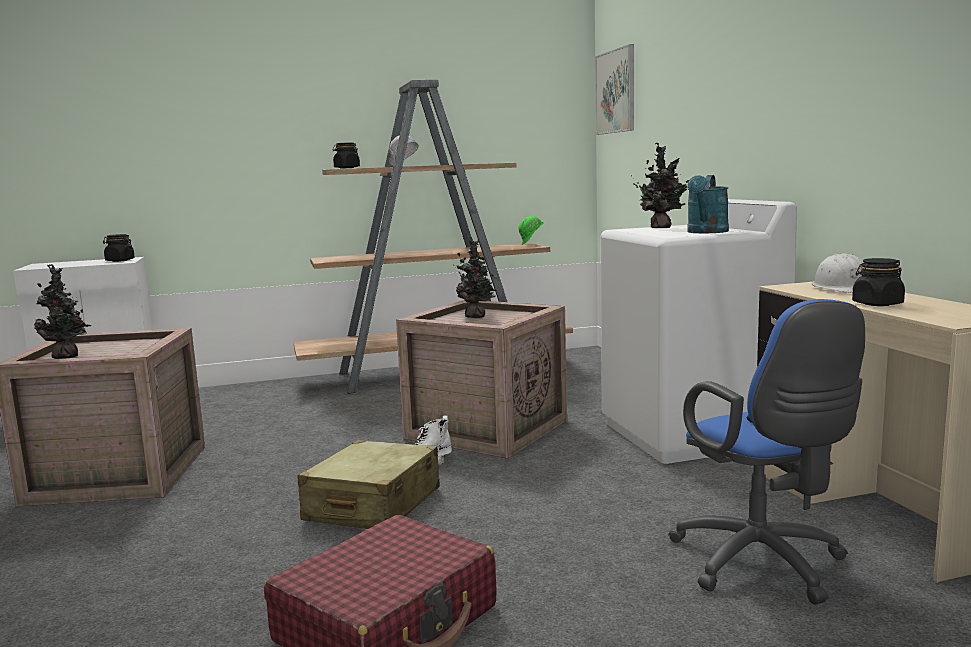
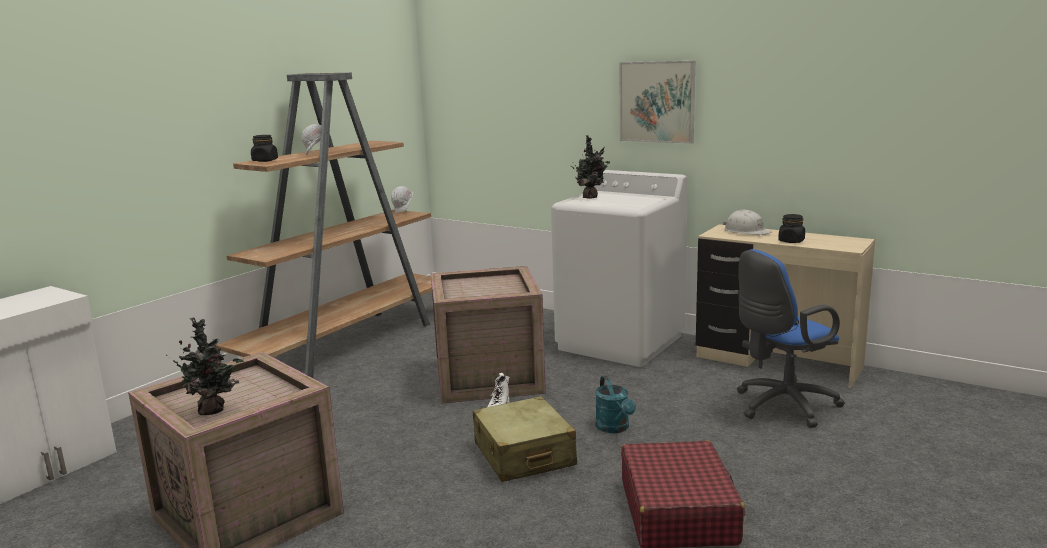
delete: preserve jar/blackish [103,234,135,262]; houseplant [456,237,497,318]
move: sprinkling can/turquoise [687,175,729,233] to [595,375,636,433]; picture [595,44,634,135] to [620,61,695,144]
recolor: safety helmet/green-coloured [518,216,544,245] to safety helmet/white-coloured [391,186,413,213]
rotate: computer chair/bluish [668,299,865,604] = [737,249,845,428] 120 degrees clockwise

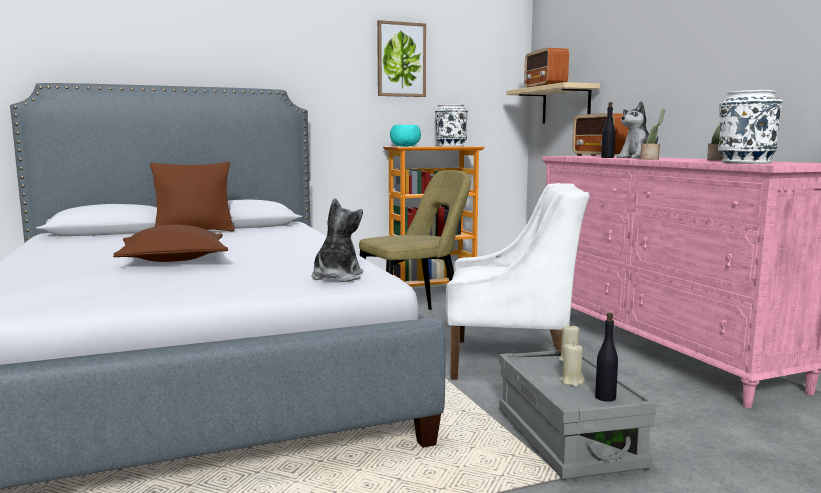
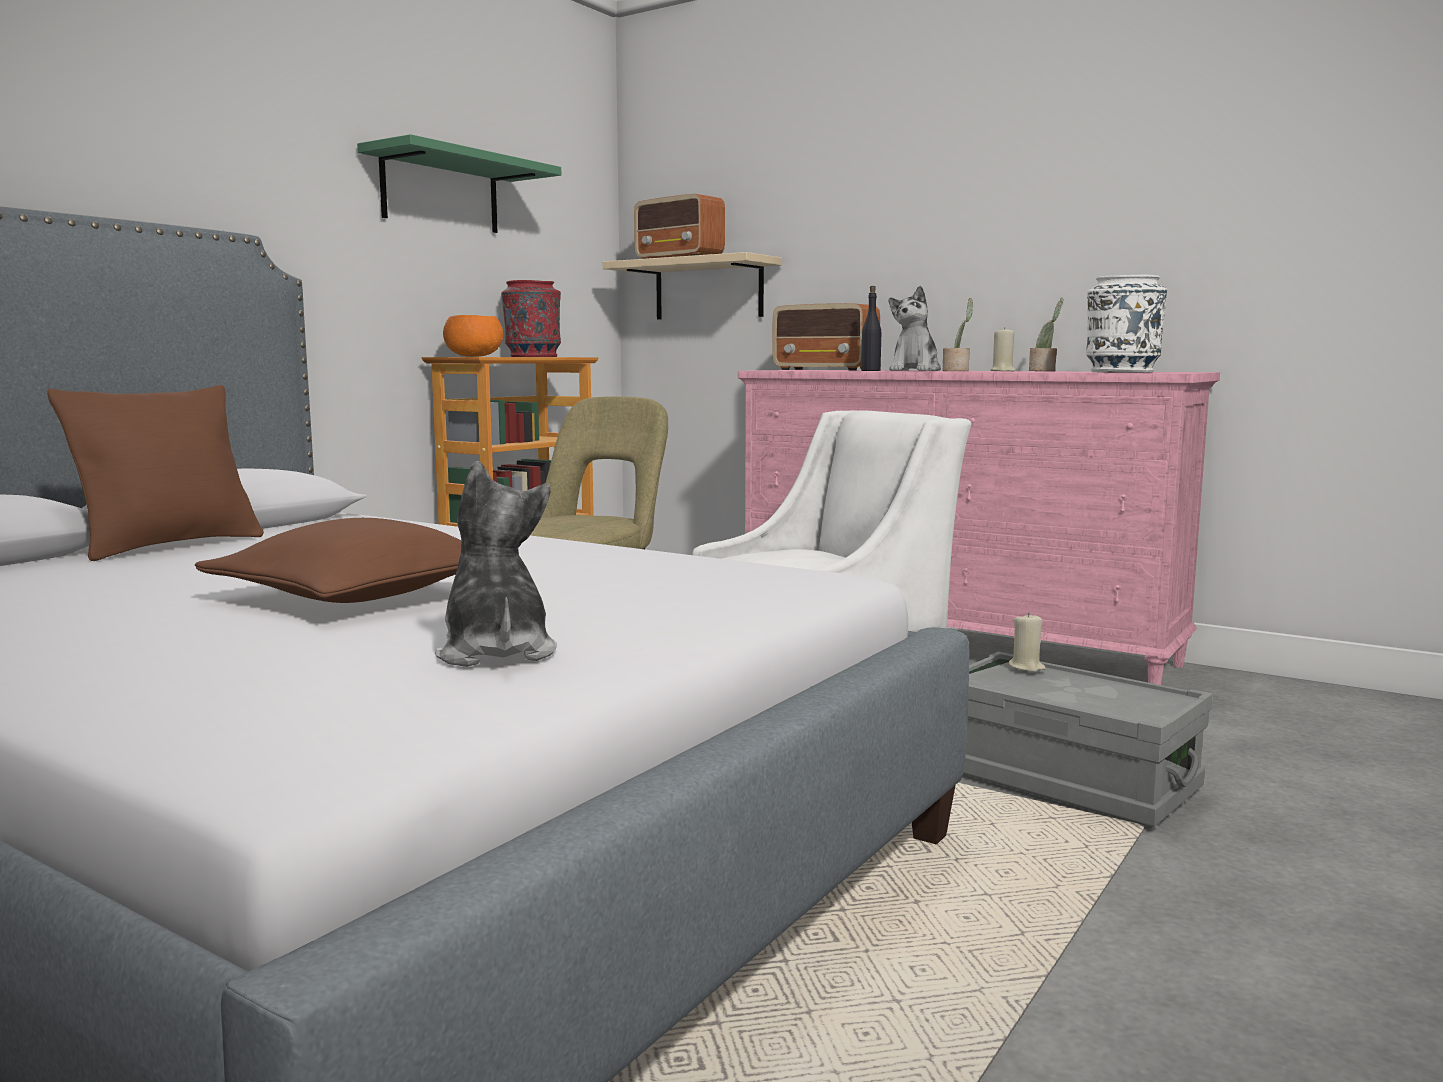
delete: bottle/blackish [595,313,618,402]
move: plush toy [312,198,363,282] to [435,461,557,667]; candle/sand-coloured [560,342,584,387] to [991,327,1016,372]
replace: picture [377,20,426,97] to bracket shelf/green-coloured [357,134,561,233]
recolor: bowl/turquoise [390,125,421,147] to bowl/orange-coloured [443,315,503,357]; vase/white-coloured [435,104,468,147] to vase/red [501,280,561,357]

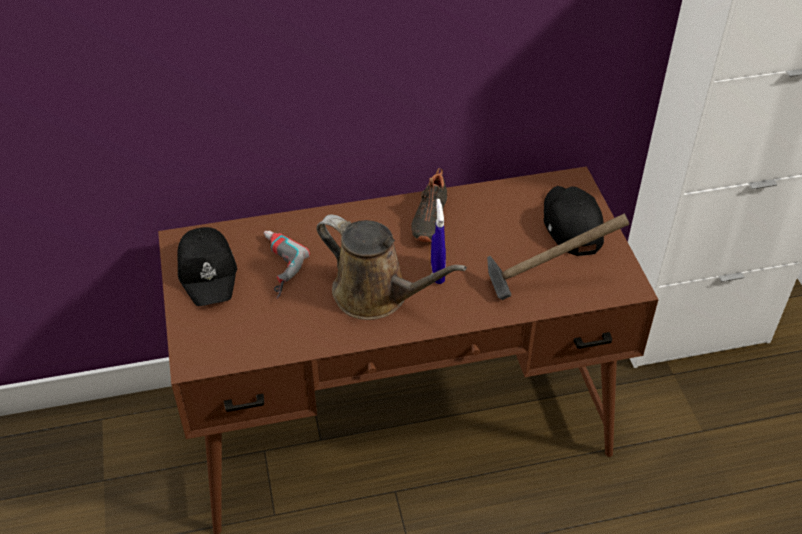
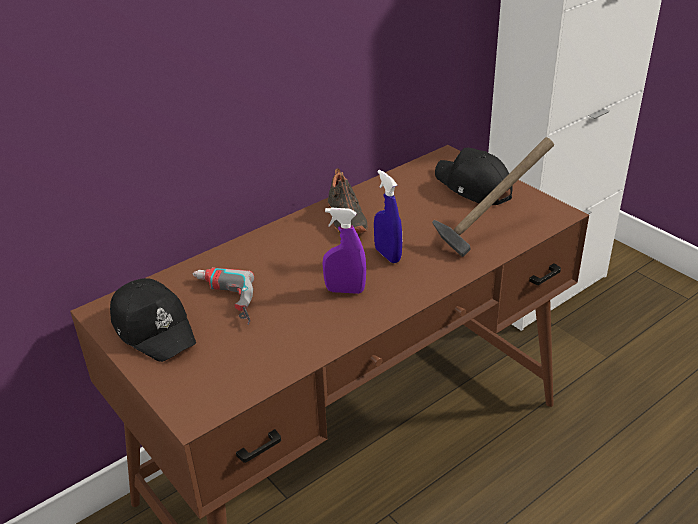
replace: sprinkling can/brownish [317,215,467,320] to sprayer/purplish [323,207,366,294]

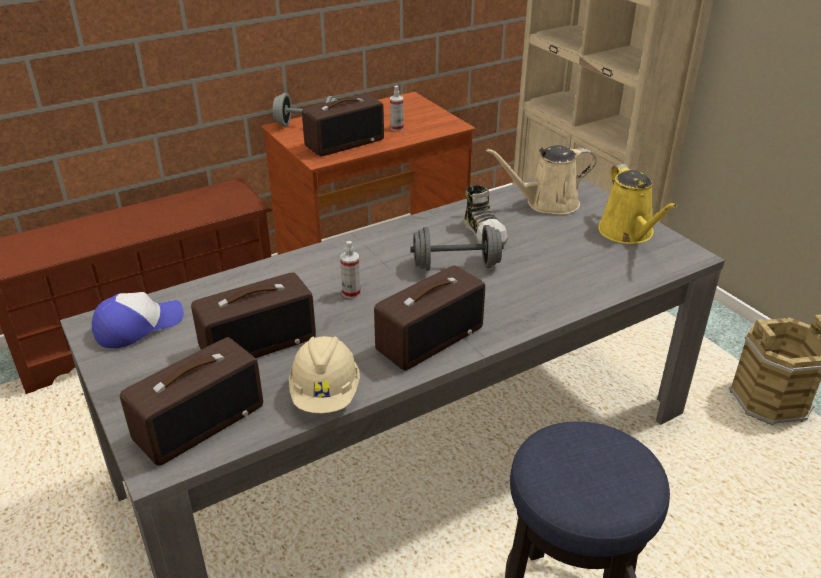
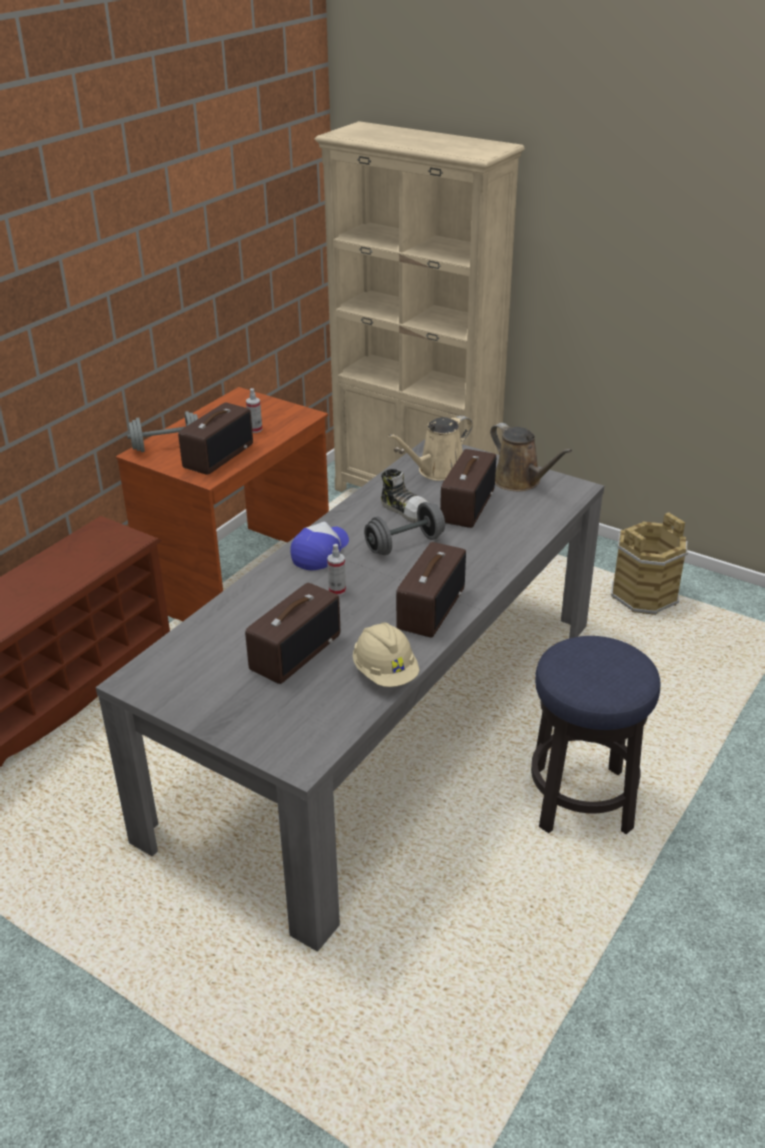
move: peaked cap [92,292,184,348] to [290,522,349,570]; radio receiver [120,337,263,466] to [440,449,496,528]
recolor: sprinkling can/yellow [598,164,677,244] to sprinkling can/brownish [490,423,572,491]

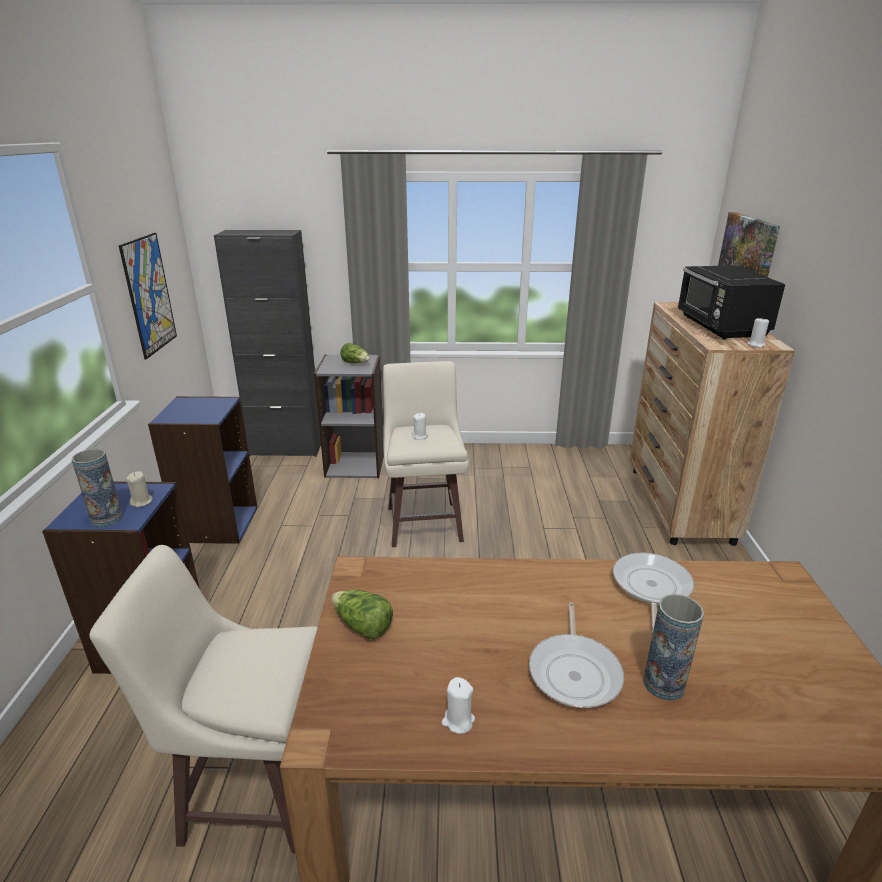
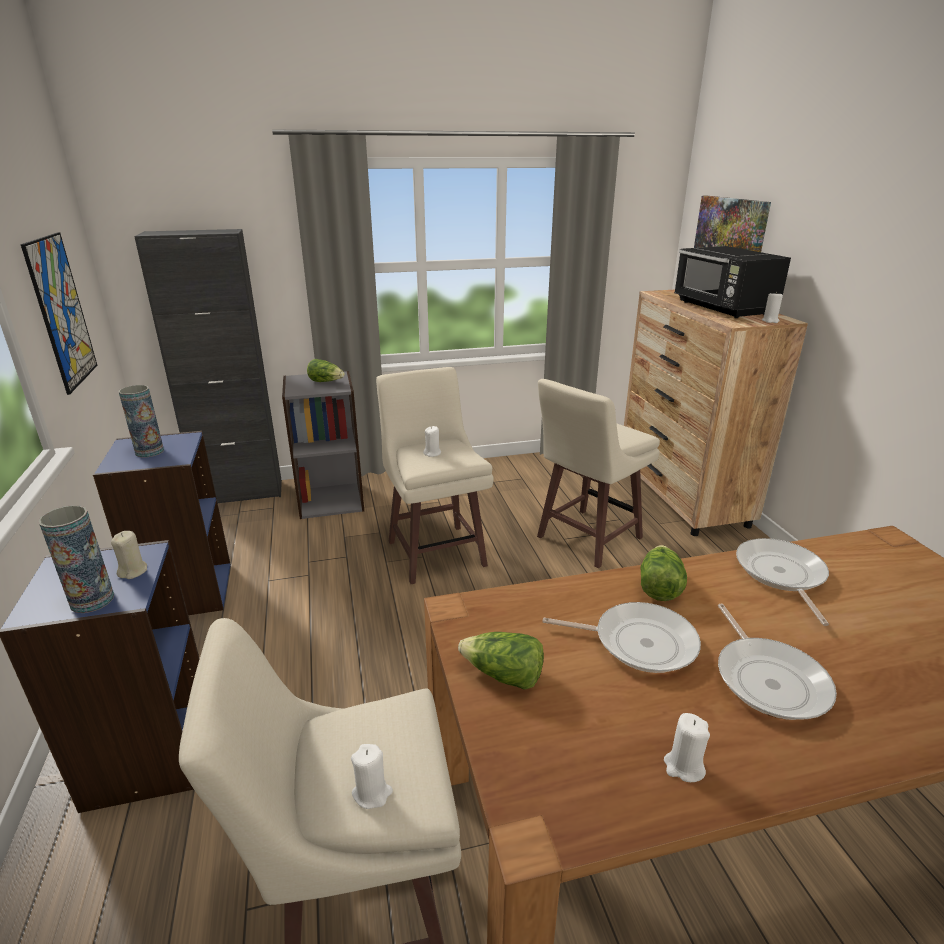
insert: candle/white-coloured [351,744,393,809]; stool seat/sand-coloured [537,379,660,568]; frying pan [542,602,701,673]; lettuce [640,545,687,601]
move: vase [643,594,704,701] to [119,385,164,458]

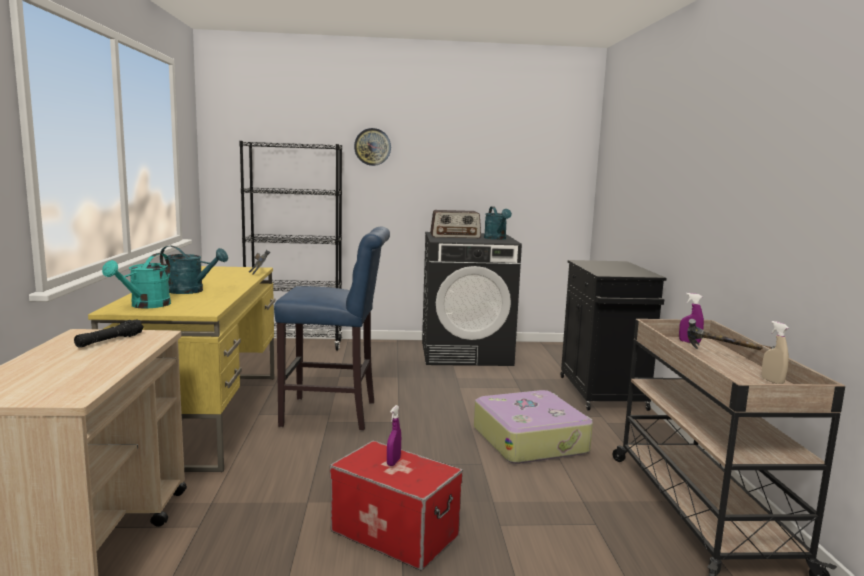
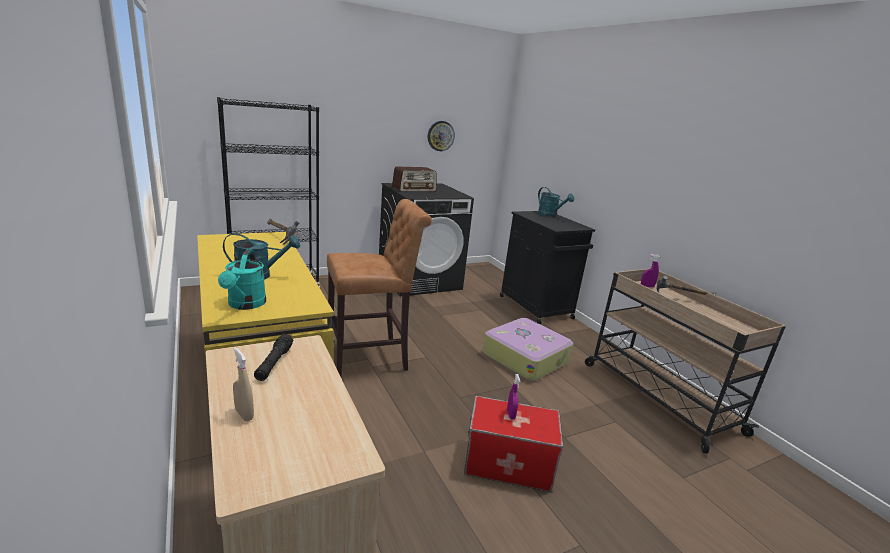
move: sprayer/sand-coloured [762,321,789,384] to [233,347,254,422]; wall clock [354,128,391,166] to [428,121,455,151]; sprinkling can/turquoise [484,206,512,240] to [538,187,574,217]
recolor: stool seat/bluish [274,226,390,430] to stool seat/brownish [327,199,432,377]

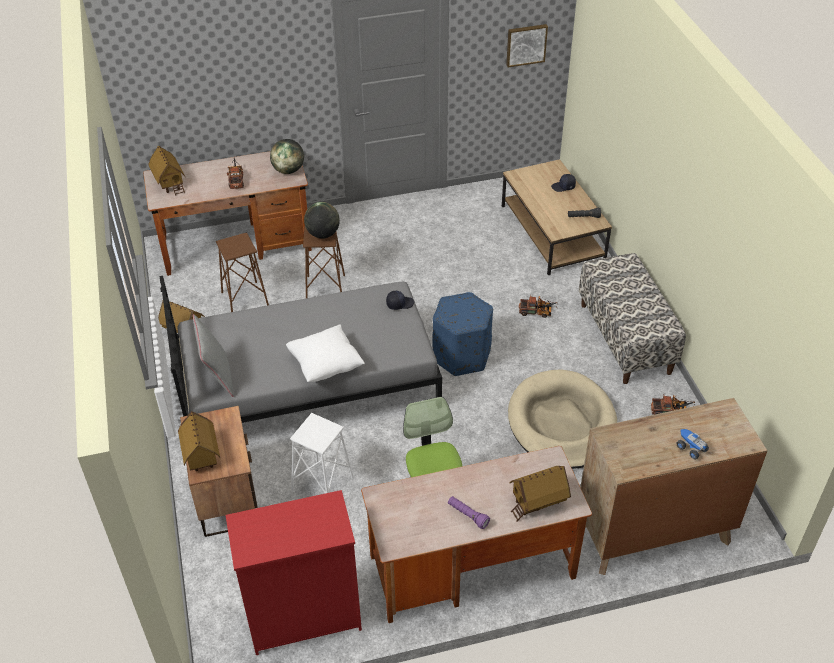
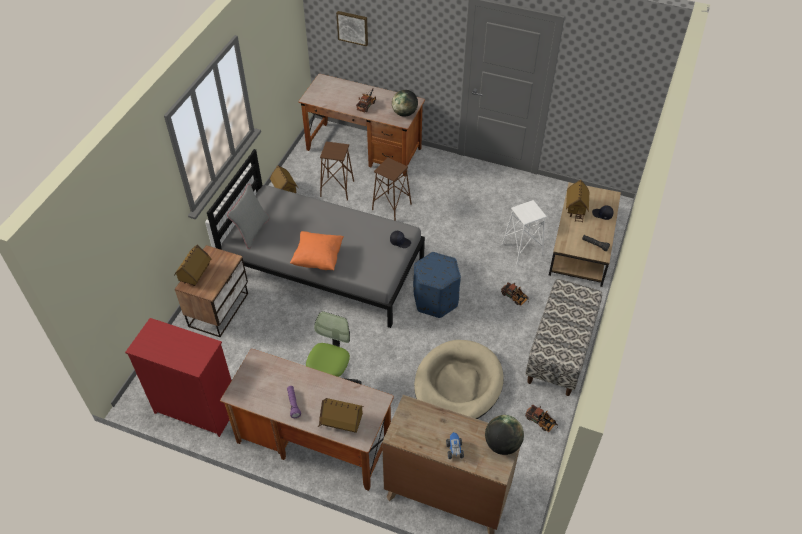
move: picture [506,24,548,67] to [336,11,368,46]; world globe [304,202,340,239] to [485,415,524,455]; stool seat/white-coloured [290,413,354,493] to [502,200,547,264]; model house [148,145,185,196] to [566,180,589,223]
recolor: pillow/white-coloured [286,325,365,382] to pillow/orange-coloured [290,231,344,270]

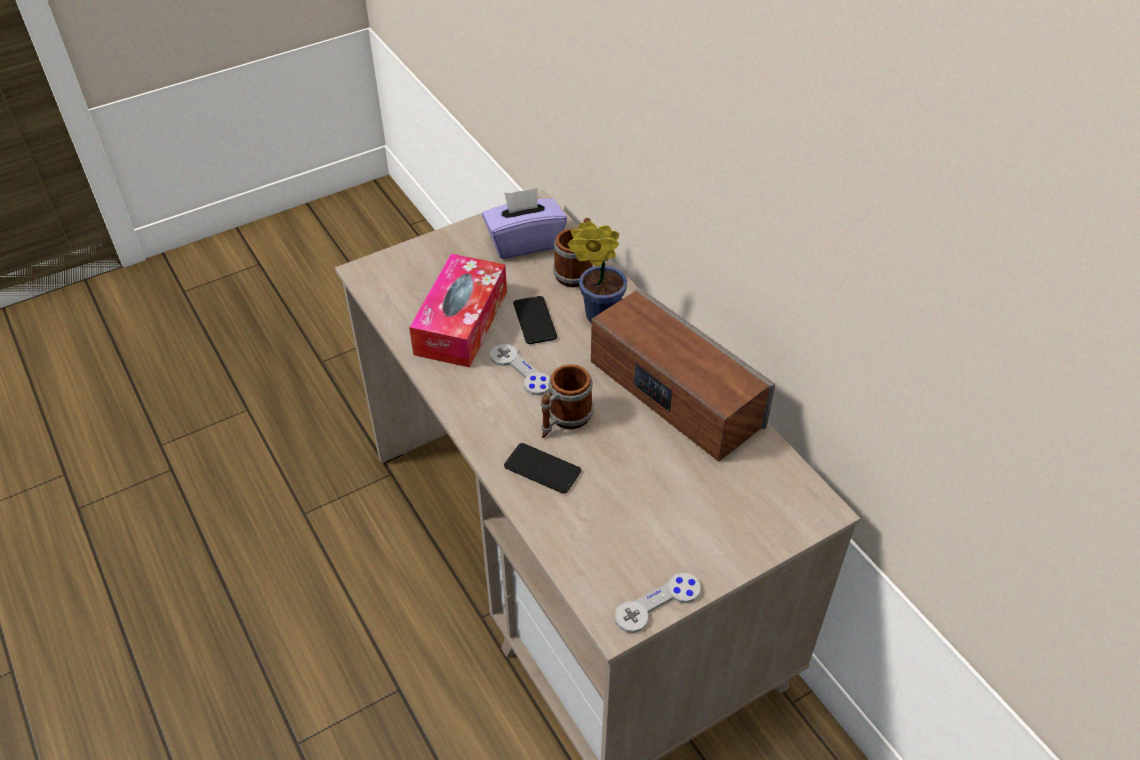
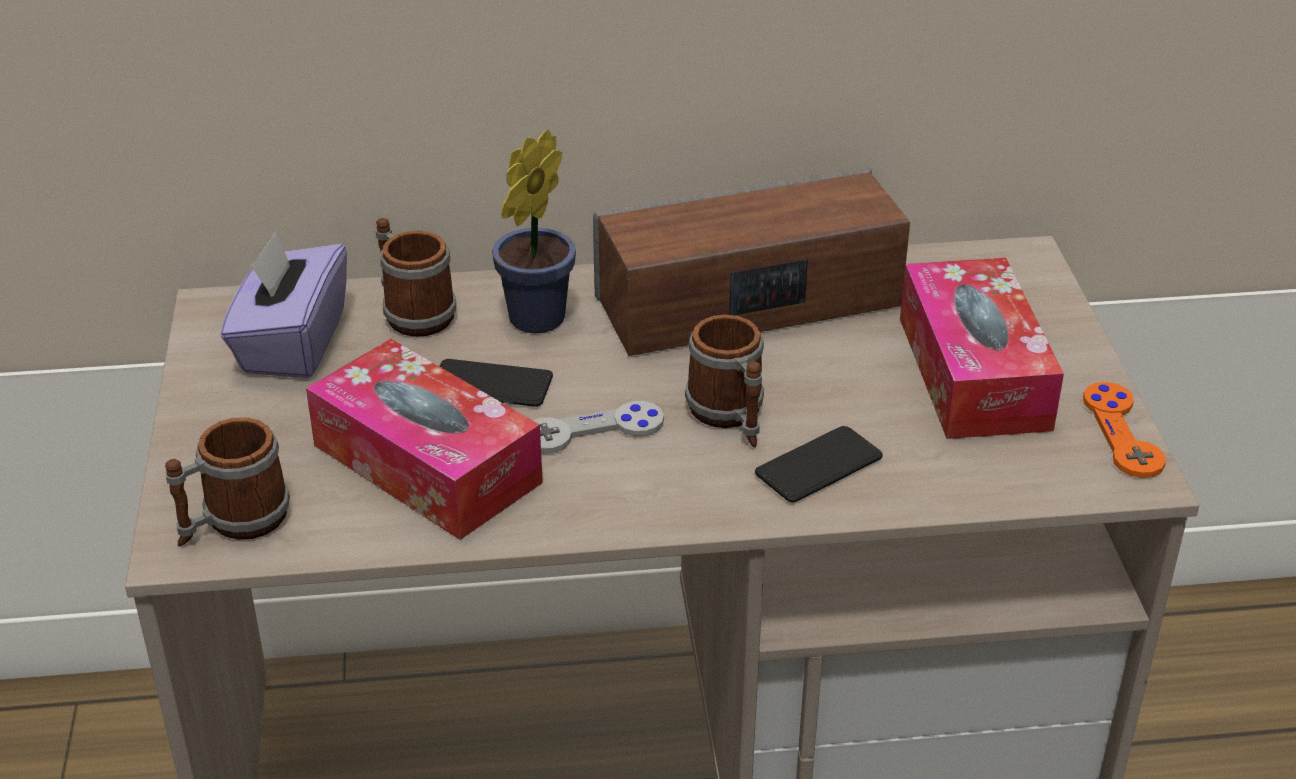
insert: tea mug [165,417,290,546]; tissue box [900,258,1064,439]
recolor: joypad/grey [615,573,701,633] to joypad/orange-coloured [1083,382,1166,478]

